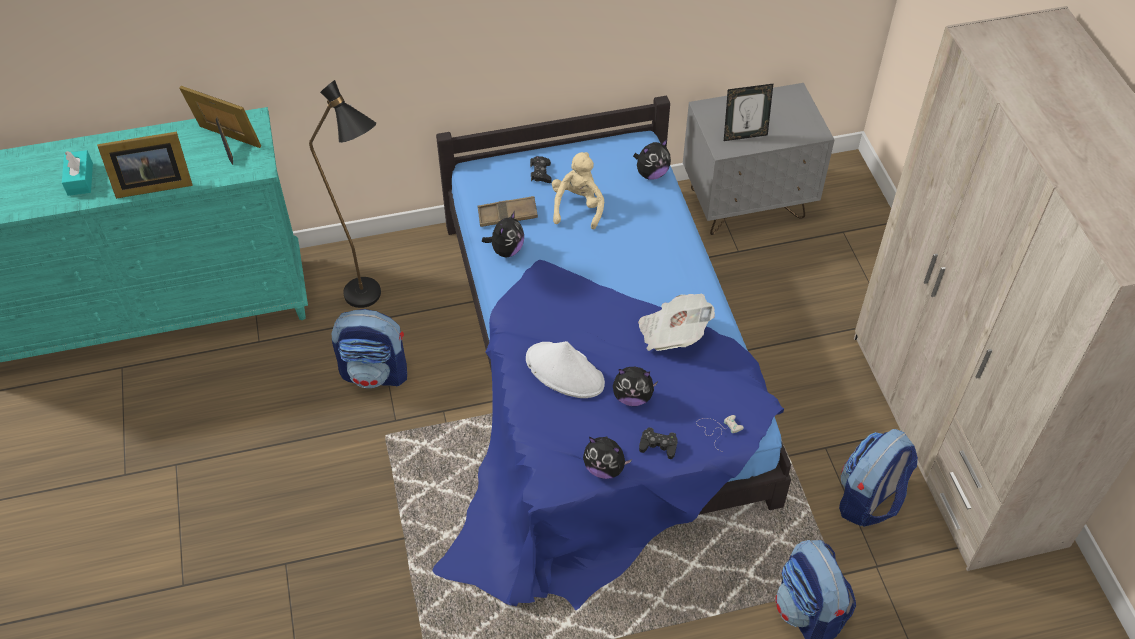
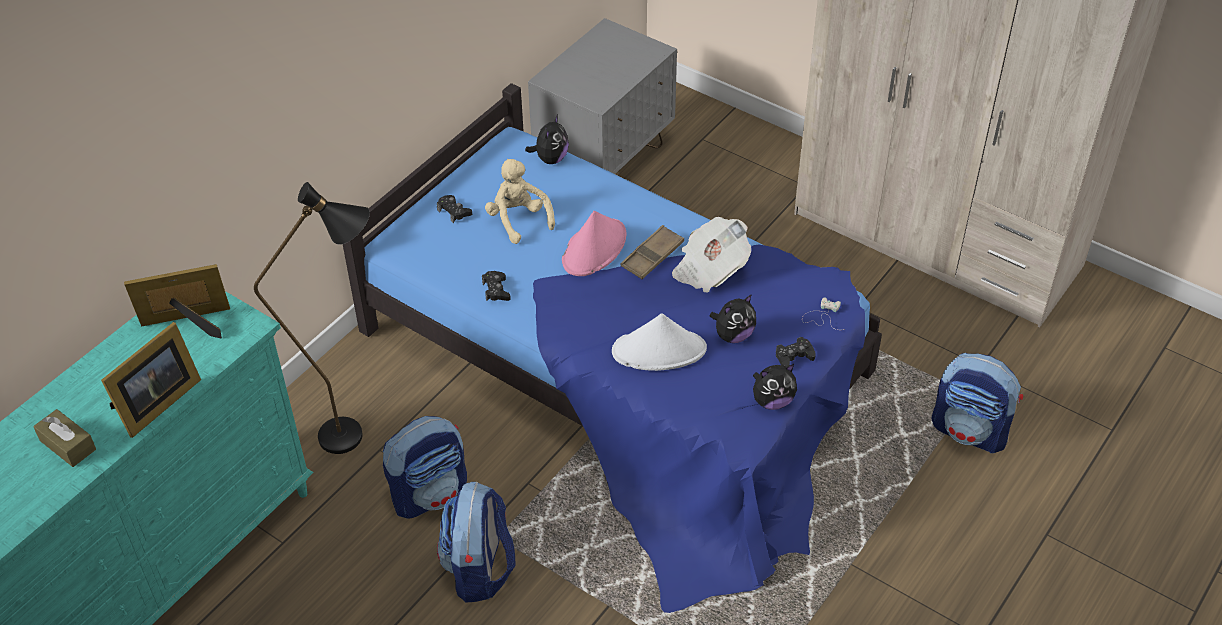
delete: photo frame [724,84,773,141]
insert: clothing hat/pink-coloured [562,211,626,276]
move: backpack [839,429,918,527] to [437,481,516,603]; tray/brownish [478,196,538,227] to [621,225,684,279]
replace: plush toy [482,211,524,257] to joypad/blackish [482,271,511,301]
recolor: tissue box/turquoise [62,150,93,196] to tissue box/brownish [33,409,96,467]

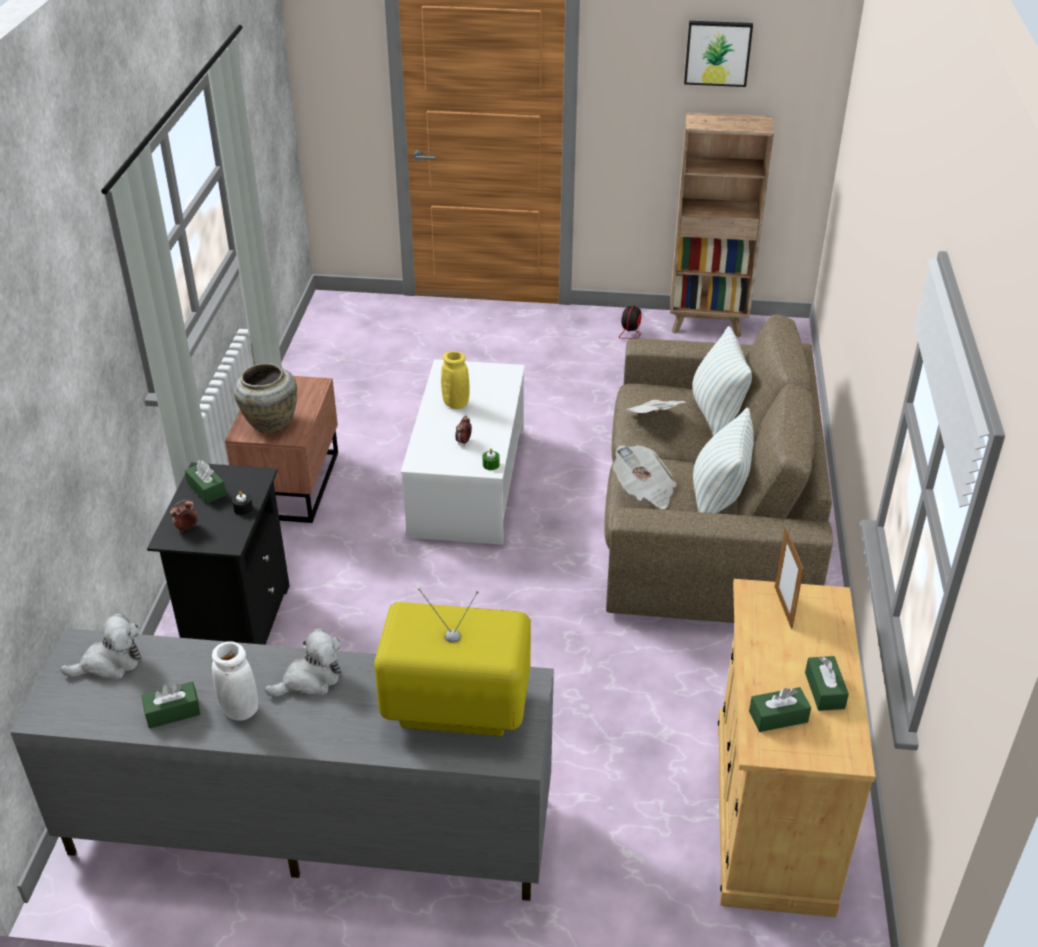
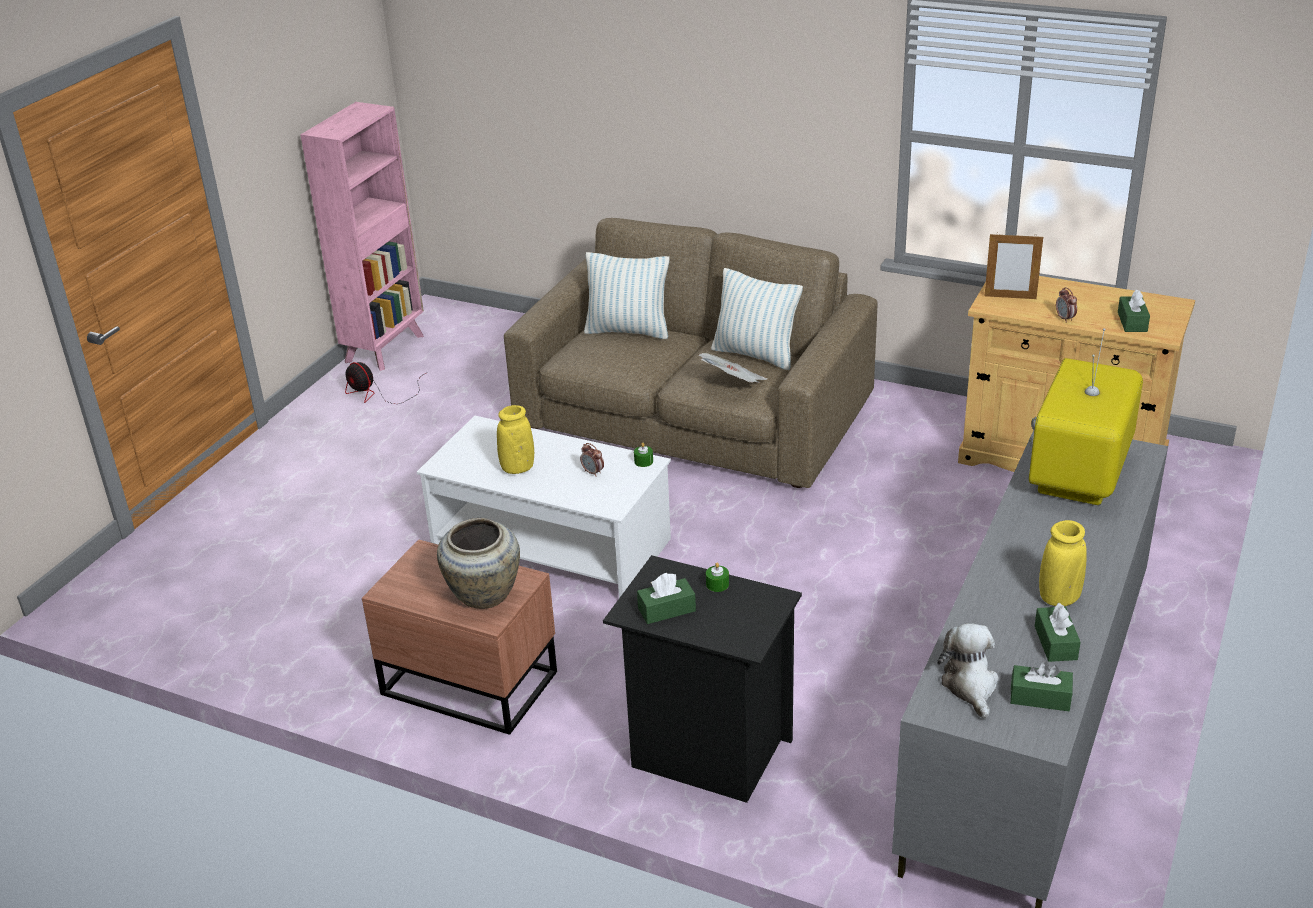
delete: plush toy [265,628,341,697]; newspaper [627,400,686,413]; picture [684,21,753,87]
move: tissue box/green-coloured [805,656,849,711] to [1010,662,1073,711]; bedside clock [170,499,198,532] to [1056,287,1077,323]
recolor: bookshelf/brownish [670,112,774,337] to bookshelf/pink-coloured [300,102,424,371]; candle/blackish [232,491,253,515] to candle/green-coloured [706,562,729,592]; vase/white-coloured [212,641,258,721] to vase/yellow [1039,520,1087,606]

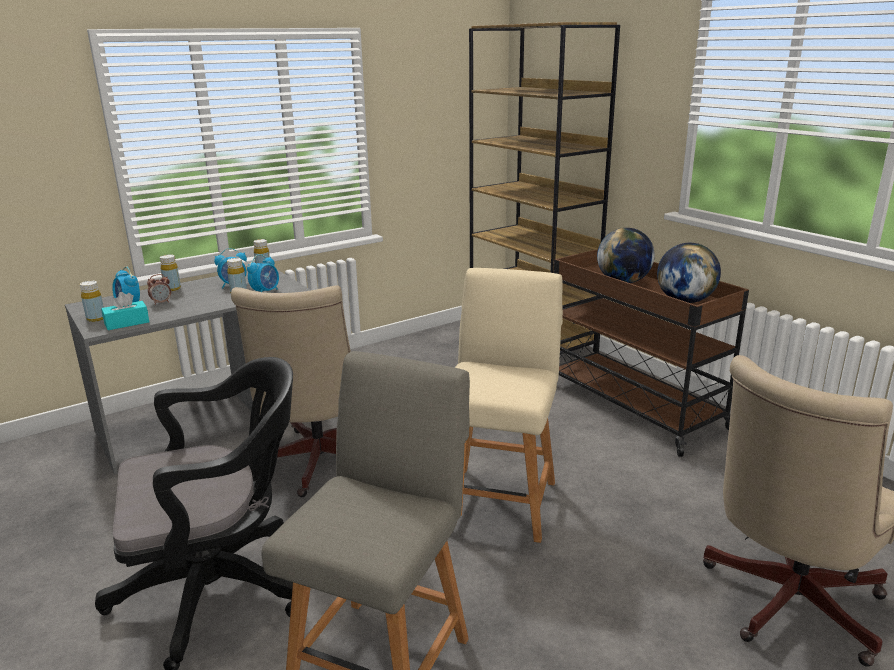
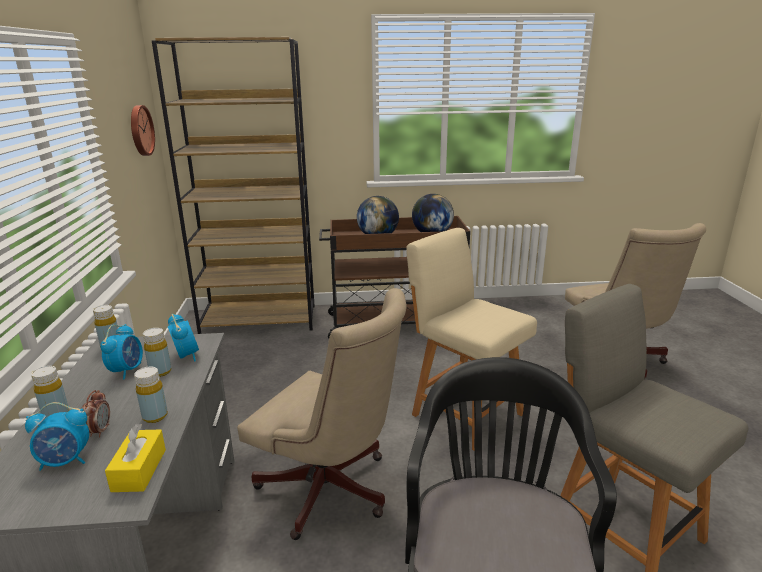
insert: wall clock [131,105,155,156]
move: bottle/yellow [80,281,104,322] to [134,367,168,423]
recolor: tissue box/turquoise [101,292,149,330] to tissue box/yellow [105,424,166,492]

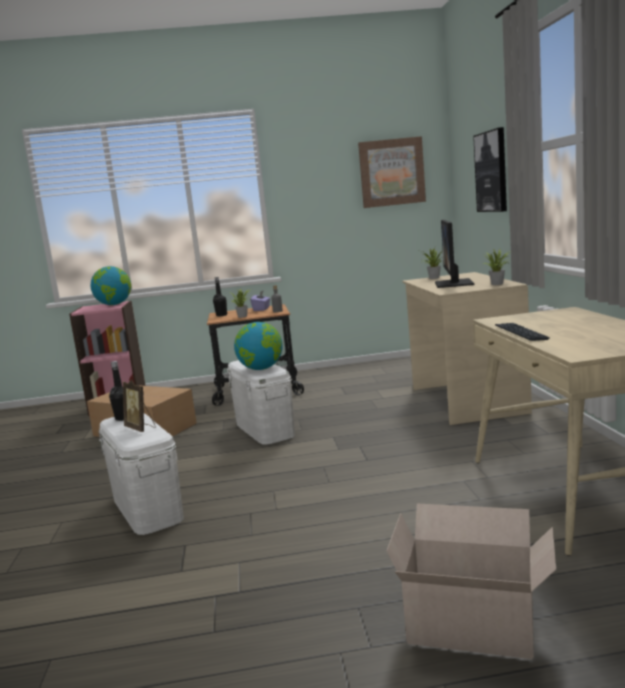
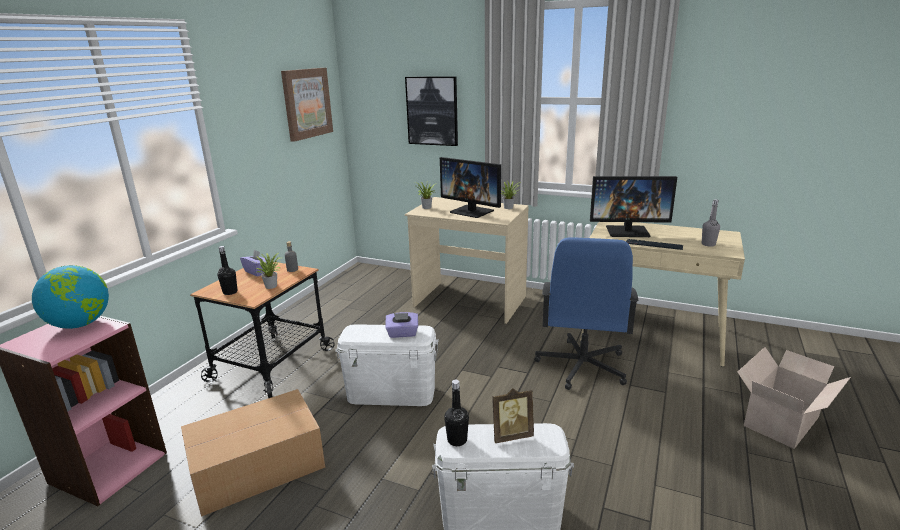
insert: computer chair/bluish [534,237,639,390]; monitor [590,176,677,237]; bottle/grey [702,199,720,247]
replace: world globe [234,322,283,370] to tissue box/purplish [386,312,418,338]

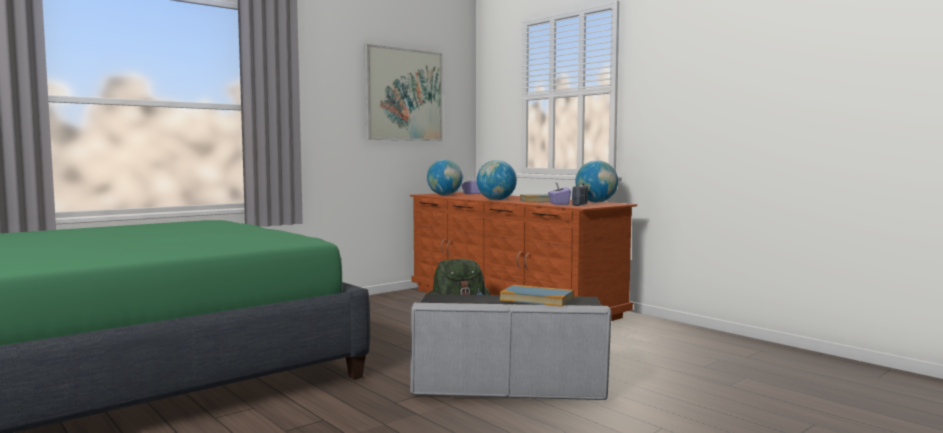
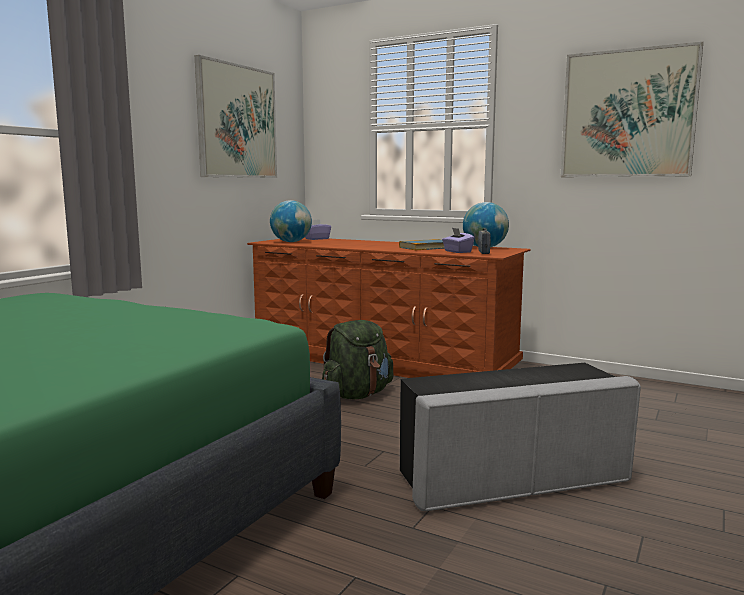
delete: world globe [477,160,517,200]; book [499,285,574,307]
insert: picture [561,42,703,177]

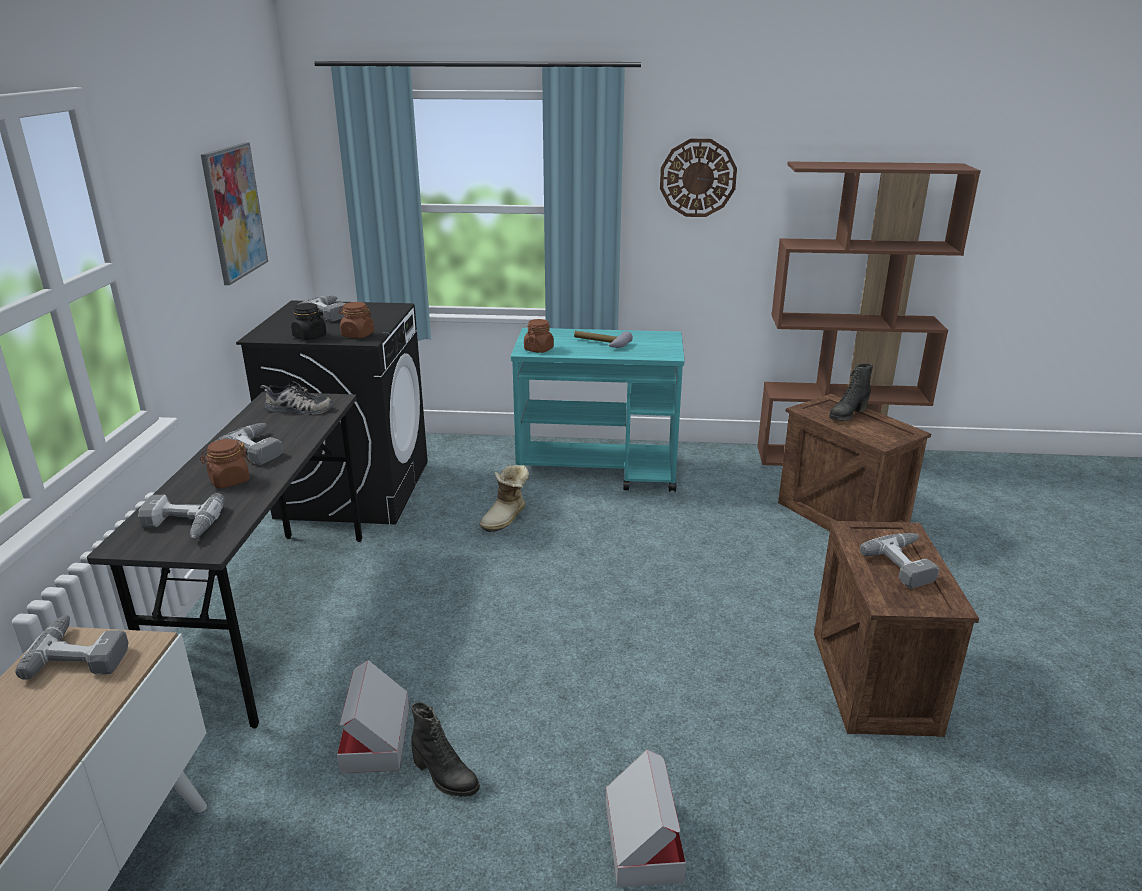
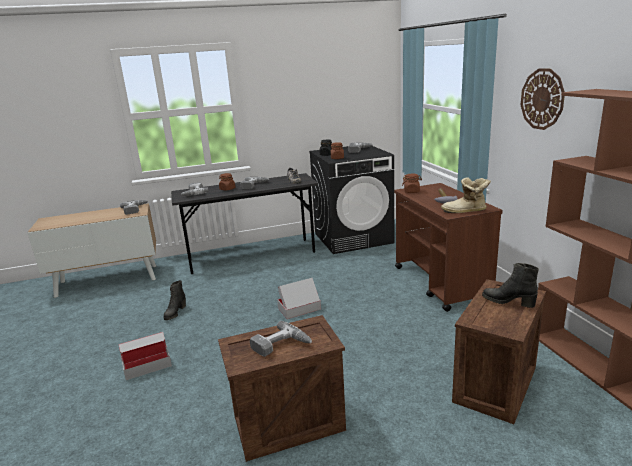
delete: picture [201,142,268,285]
move: cardboard box [337,660,409,773] to [277,278,321,319]; tall boot [479,465,529,532] to [441,177,491,213]
recolor: cart/turquoise [511,328,685,492] to cart/brownish [394,183,503,312]

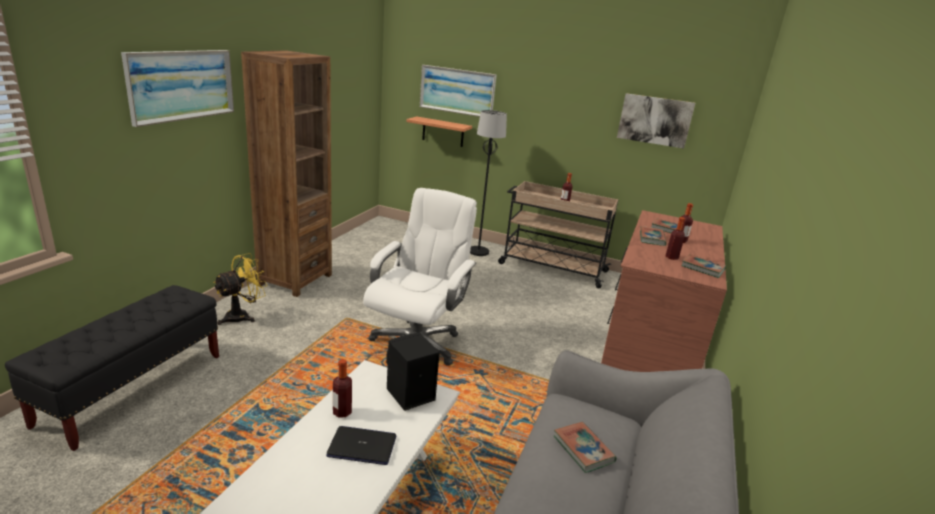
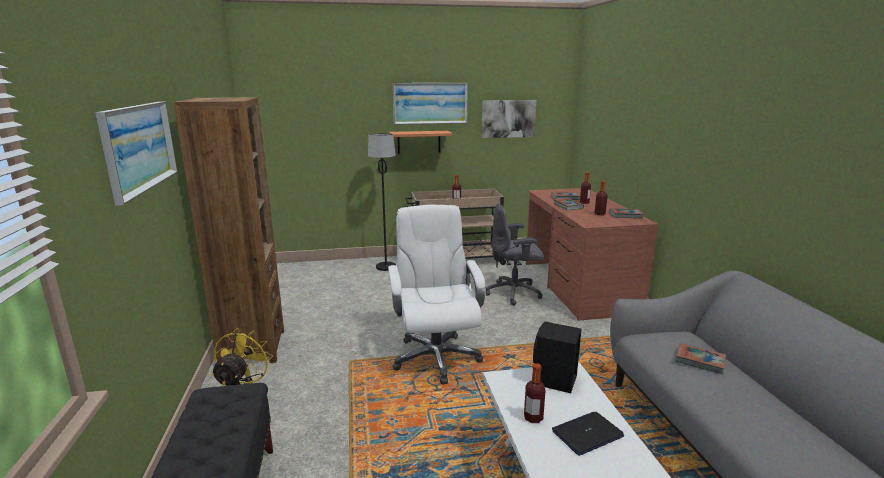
insert: computer chair/grey [486,203,544,306]
move: bracket shelf [406,116,472,147] to [389,131,452,154]; picture [420,65,497,117] to [393,83,468,125]

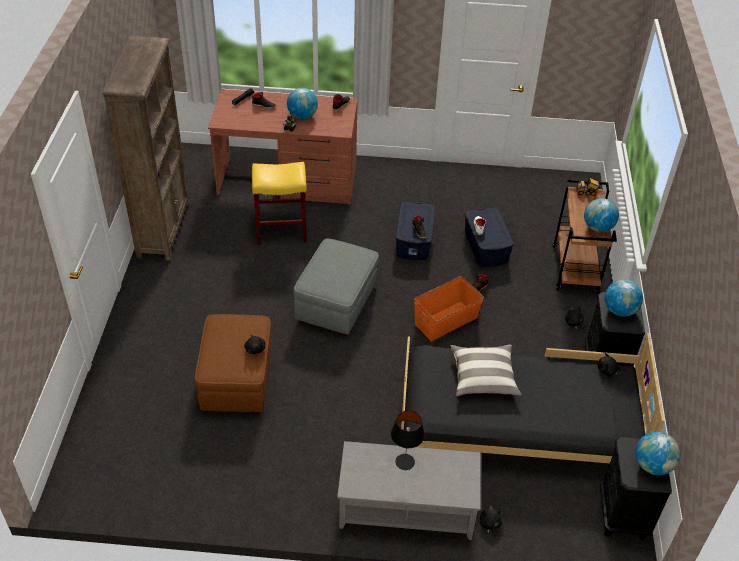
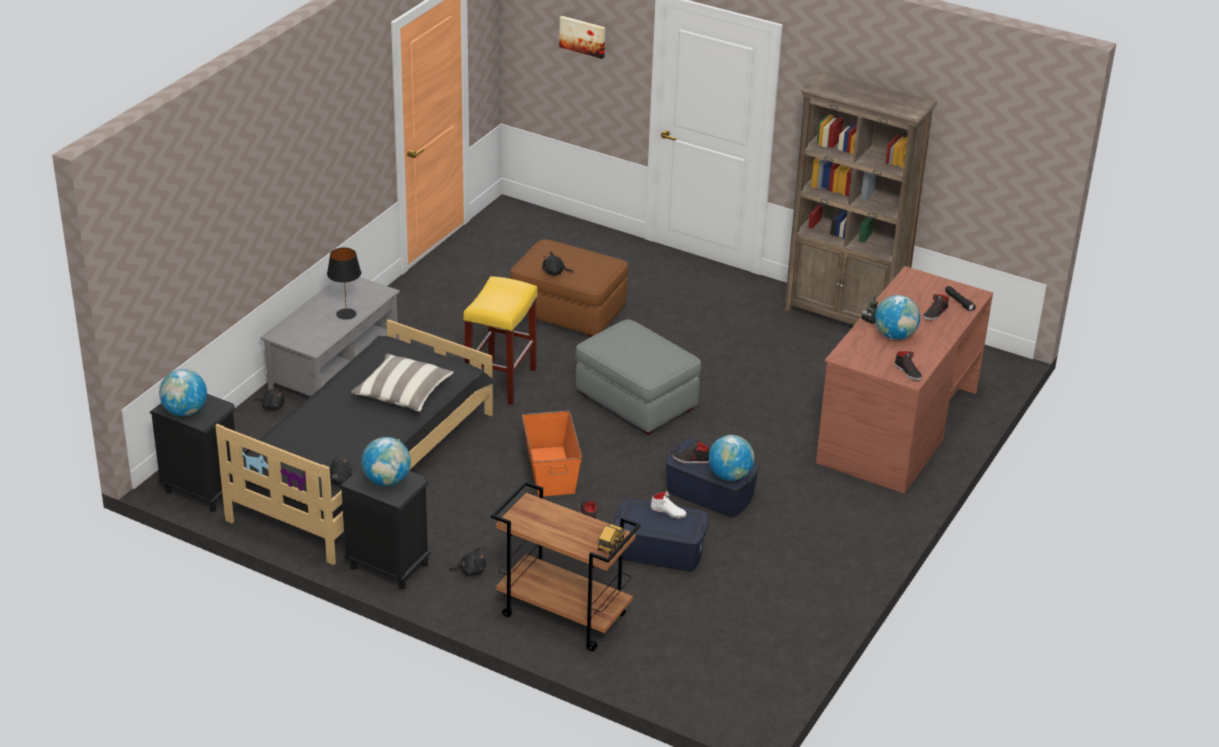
insert: picture [559,16,605,59]
move: stool seat/yellow [252,162,307,244] to [463,276,538,405]; world globe [584,198,619,232] to [708,435,754,481]

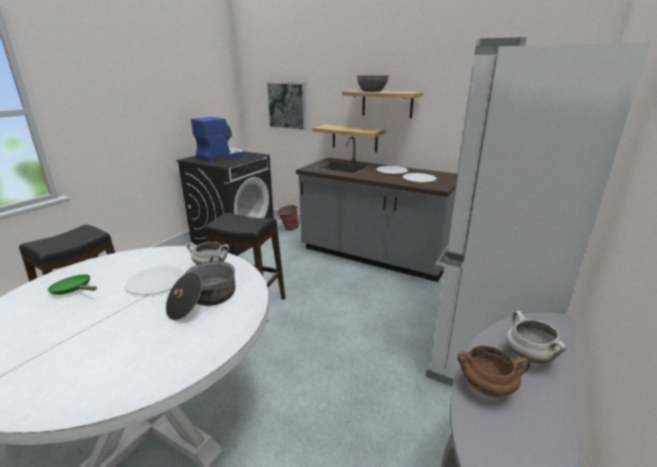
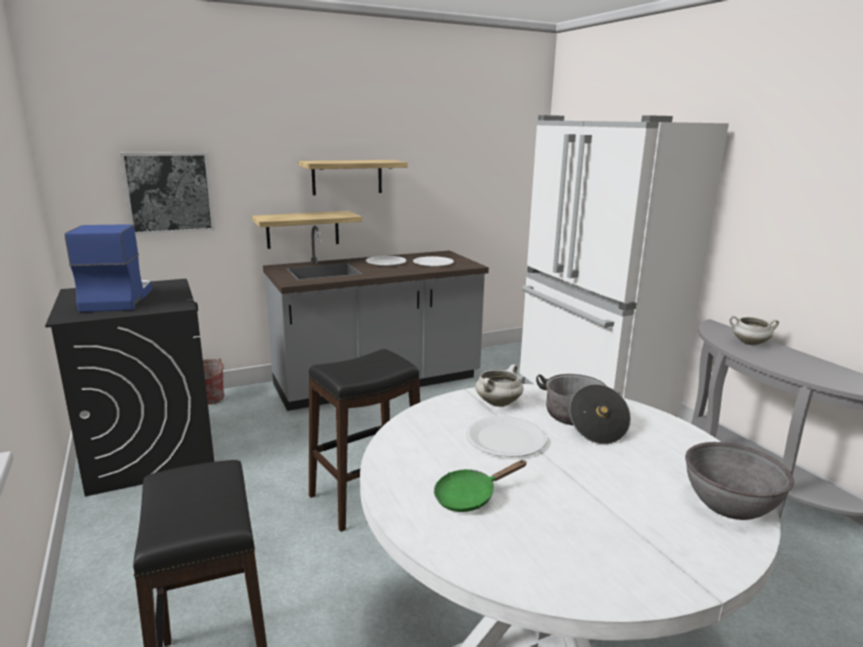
delete: saucepot/brownish [457,346,530,397]
move: bowl/grey [357,75,389,92] to [685,442,794,520]

